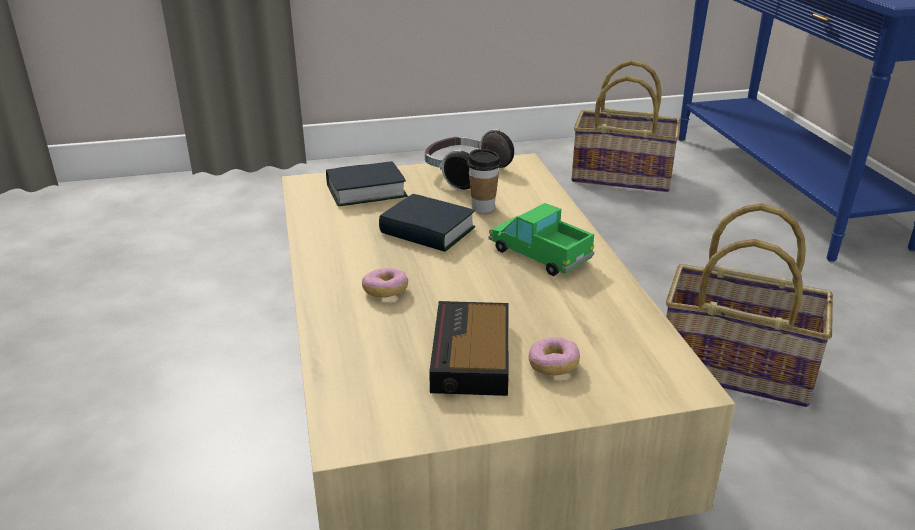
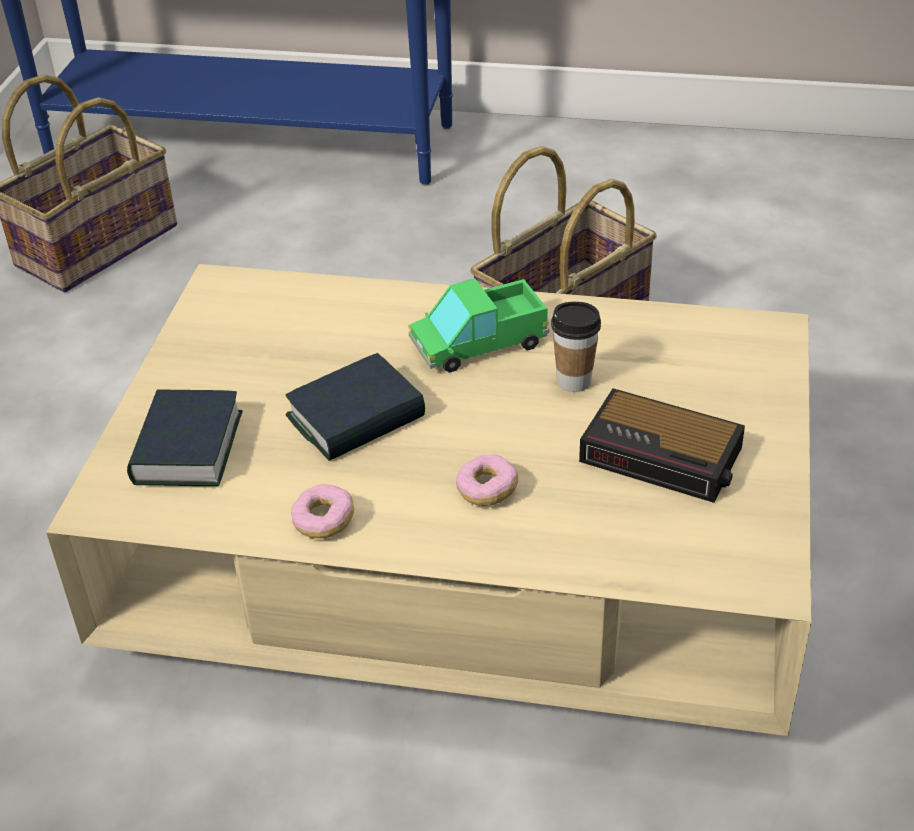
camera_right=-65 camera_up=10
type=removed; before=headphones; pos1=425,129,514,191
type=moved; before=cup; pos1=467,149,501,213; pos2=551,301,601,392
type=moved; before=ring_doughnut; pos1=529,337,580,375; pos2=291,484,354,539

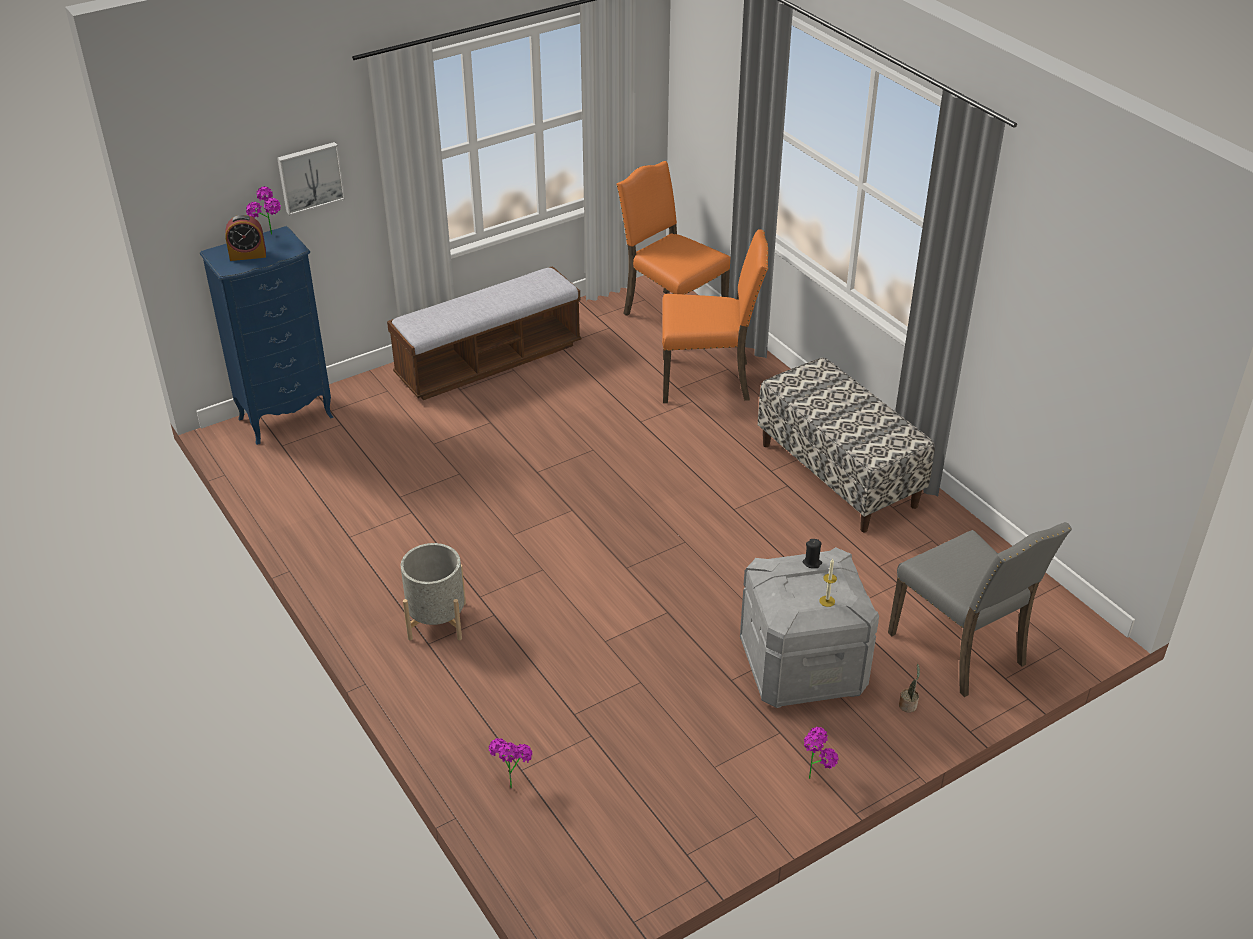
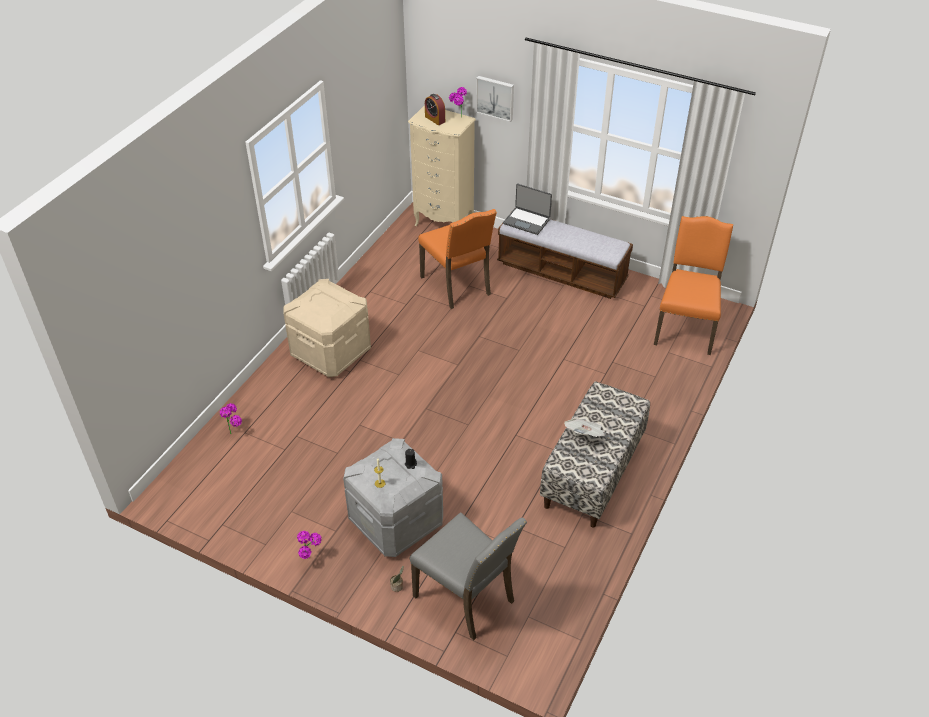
camera_right=60 camera_up=5
type=added; after=notebook_computer; pos2=503,184,552,235
type=added; after=daily_paper; pos2=564,418,605,437
type=moved; before=orange-coloured_chair; pos1=662,229,768,403; pos2=418,209,497,309
type=replaced; before=grey_planter; after=beige_storage_bin; pos1=401,543,466,641; pos2=284,279,371,377
type=recoloured; before=blue-coloured_drawer_chest; after=beige_drawer_chest; pos1=200,226,333,445; pos2=408,105,476,226
type=turned; before=grey_chair; pos1=888,522,1072,697; pos2=410,512,527,640; turn=-75

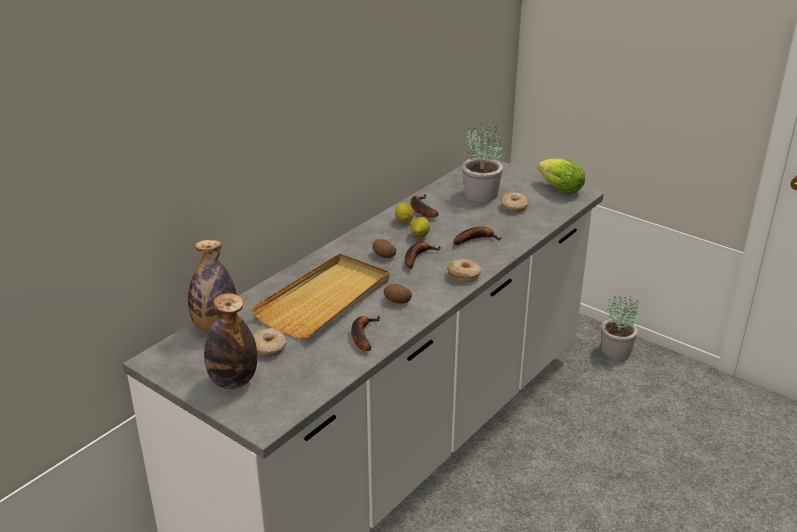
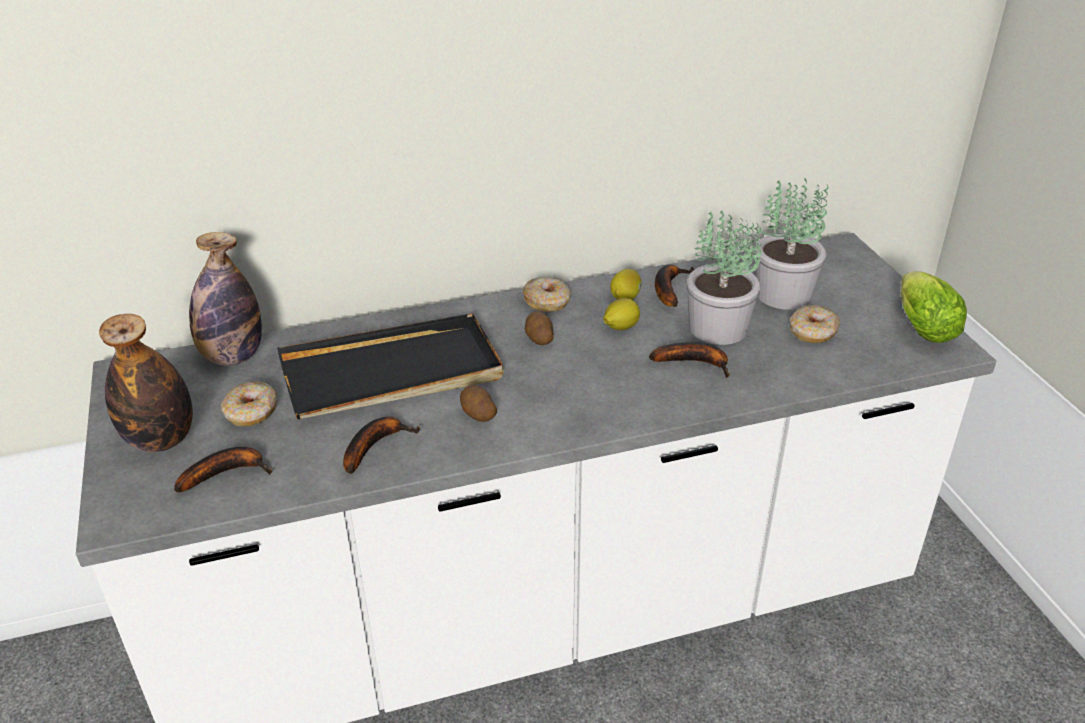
camera_right=35 camera_up=5
type=moved; before=banana; pos1=404,242,440,269; pos2=174,447,272,493
type=moved; before=ring_doughnut; pos1=447,259,482,282; pos2=523,277,571,312
type=moved; before=houseplant; pos1=601,296,638,359; pos2=687,211,762,345
type=recoloured; before=beige_carrying_tray; after=black-coloured_carrying_tray; pos1=250,253,390,339; pos2=277,313,504,420

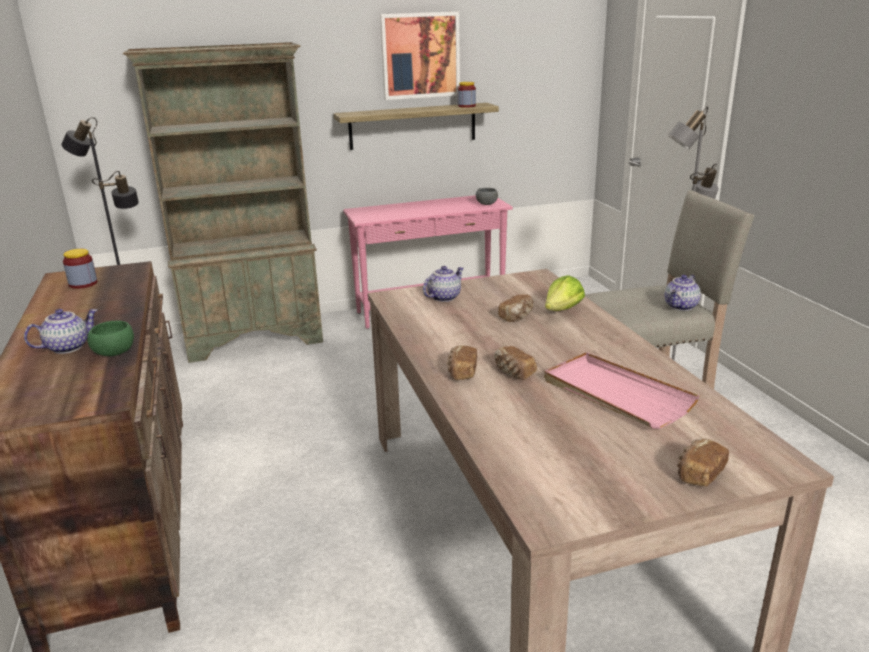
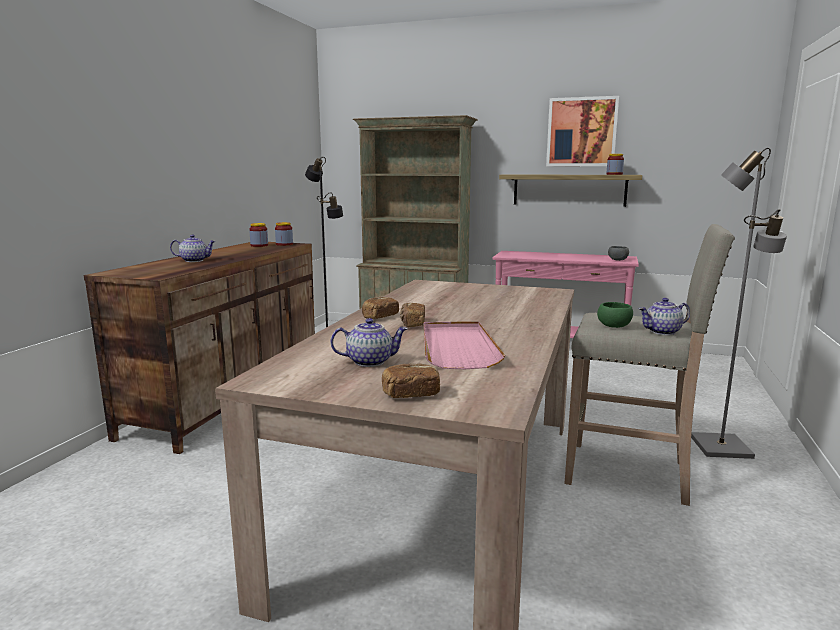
camera_right=35 camera_up=-10
type=removed; before=bakery_bread; pos1=498,295,534,322
type=removed; before=lettuce_head; pos1=545,275,585,311
type=added; after=storage_jar; pos2=275,222,293,246
type=moved; before=greenish_deep_dish; pos1=87,320,134,356; pos2=597,302,633,328
type=moved; before=teapot; pos1=423,266,464,302; pos2=330,318,408,367

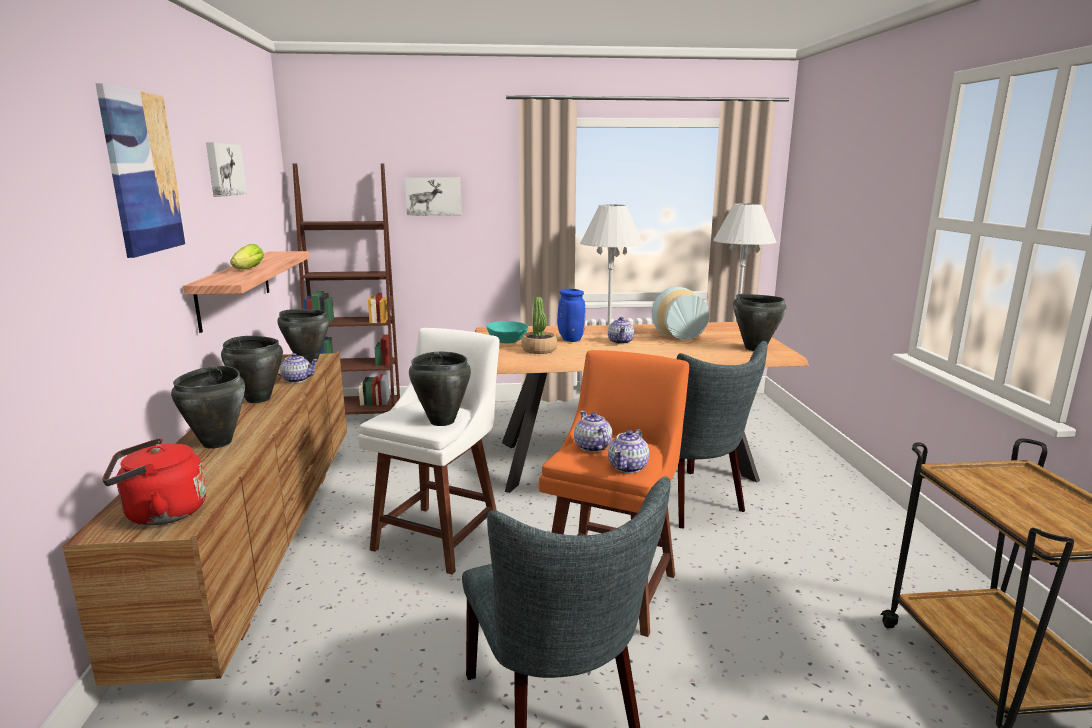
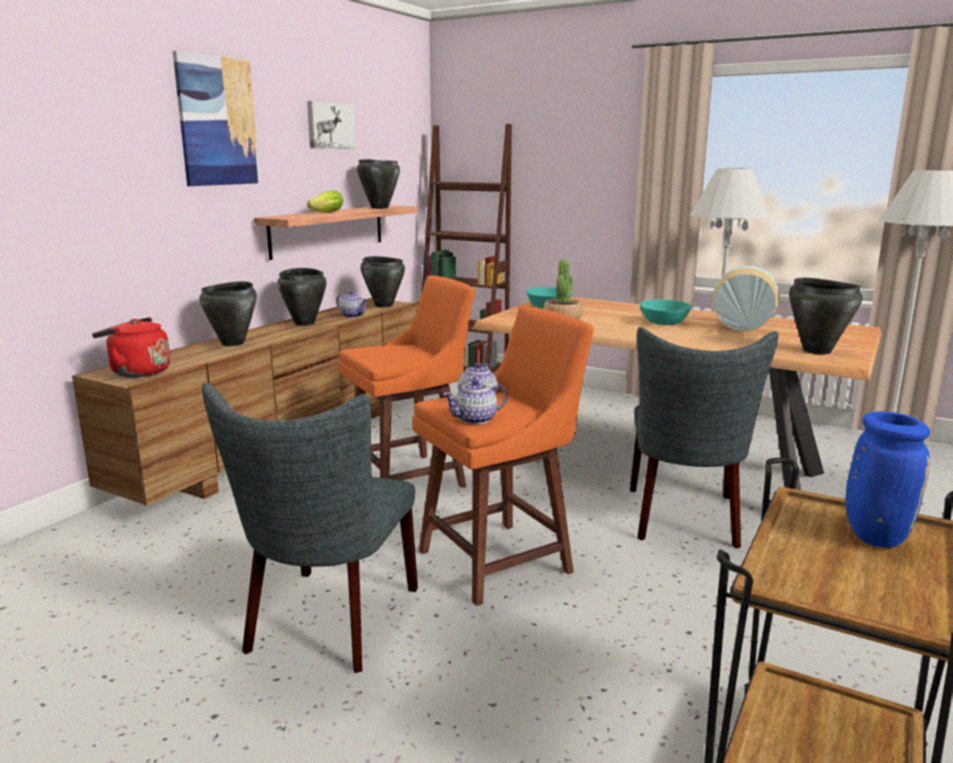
camera_right=35 camera_up=0
type=removed; before=picture; pos1=405,177,462,216
type=moved; before=black-coloured_stockpot; pos1=409,351,471,426; pos2=357,159,400,209
type=moved; before=blue-coloured_vase; pos1=557,289,586,342; pos2=846,411,930,548
type=replaced; before=teapot; after=turquoise_deep_dish; pos1=608,317,634,344; pos2=640,300,691,325
type=recoloured; before=white-coloured_stool_seat; after=orange-coloured_stool_seat; pos1=358,328,500,575; pos2=339,275,475,488

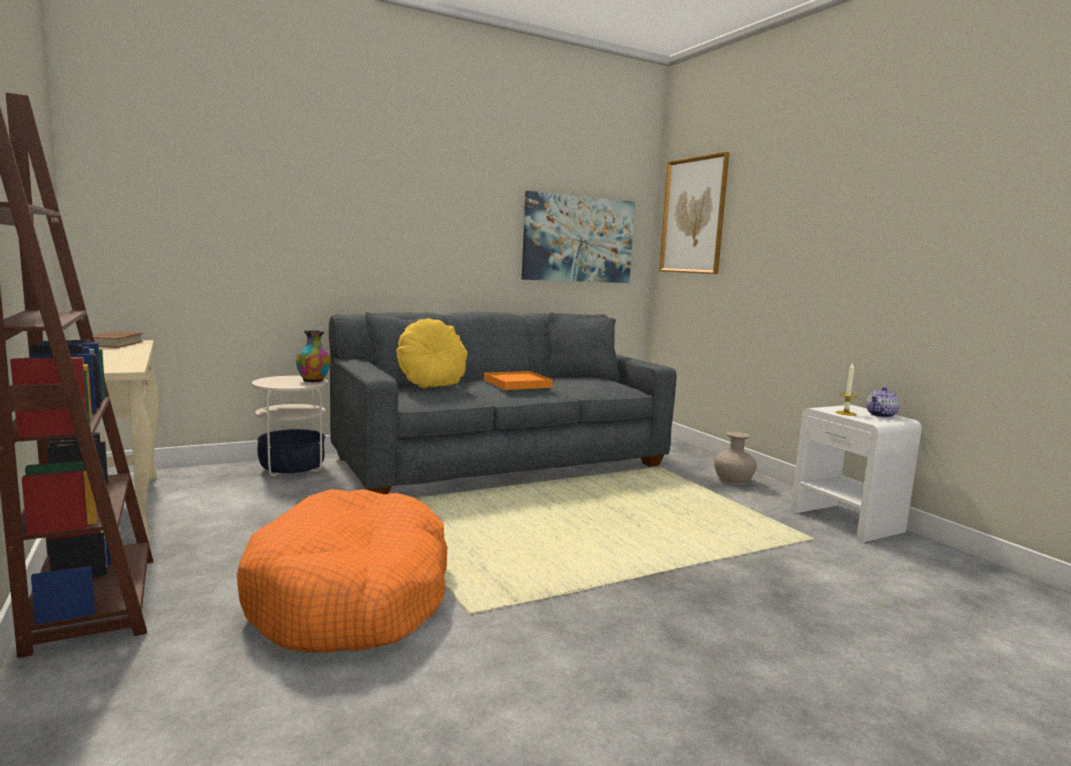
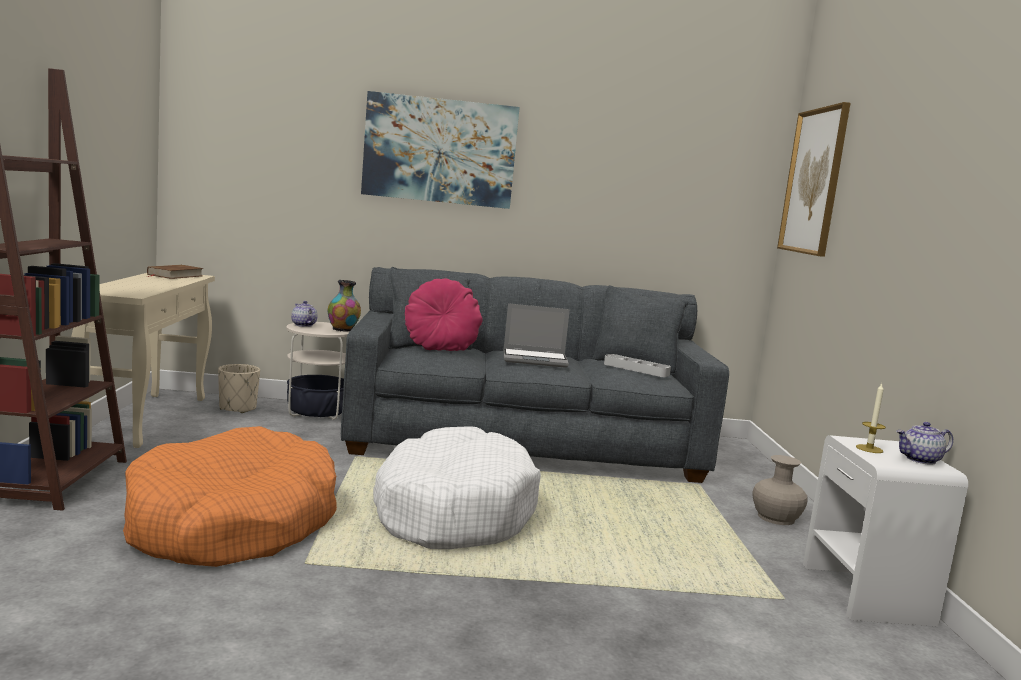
camera_right=25 camera_up=0
type=added; after=beige_planter; pos2=218,364,260,413
type=added; after=teapot; pos2=291,301,318,327
type=added; after=white-coloured_dog_bed; pos2=373,426,541,549
type=added; after=grey_carrying_tray; pos2=604,354,671,377
type=moved; before=picture; pos1=522,191,635,283; pos2=361,91,520,209
type=replaced; before=orange-coloured_carrying_tray; after=notebook_computer; pos1=484,371,553,390; pos2=503,303,570,368
type=recoloured; before=yellow_throw_pillow; after=pink_throw_pillow; pos1=396,319,467,388; pos2=405,279,483,351

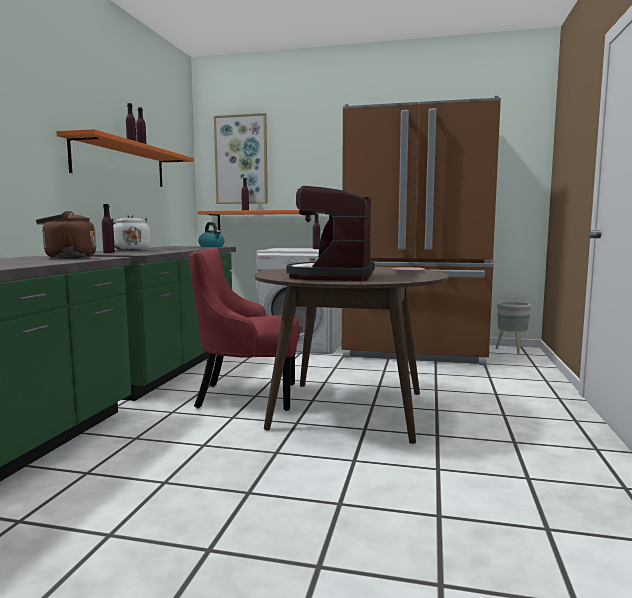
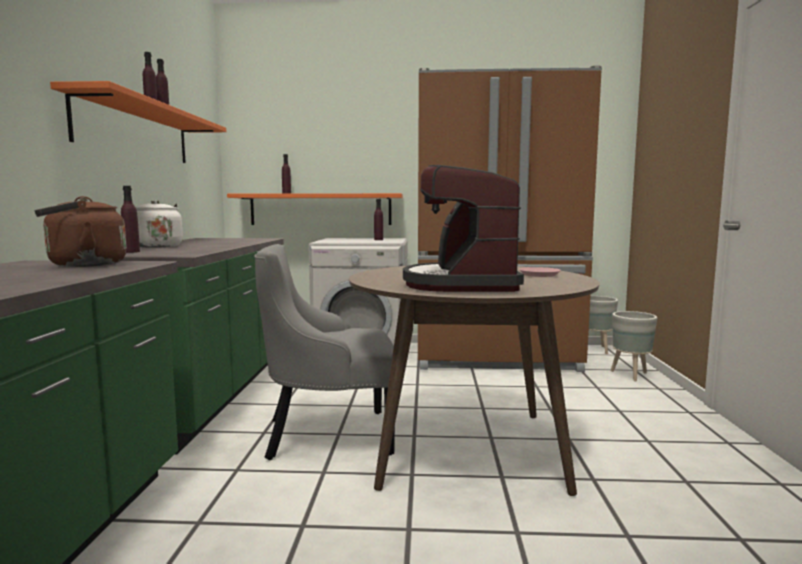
camera_right=-10 camera_up=0
type=removed; before=water_kettle; pos1=198,222,225,247
type=removed; before=picture; pos1=214,113,268,204
type=added; after=grey_planter; pos2=611,311,657,381
type=recoloured; before=reddish_chair; after=grey_chair; pos1=189,248,300,411; pos2=254,244,395,460

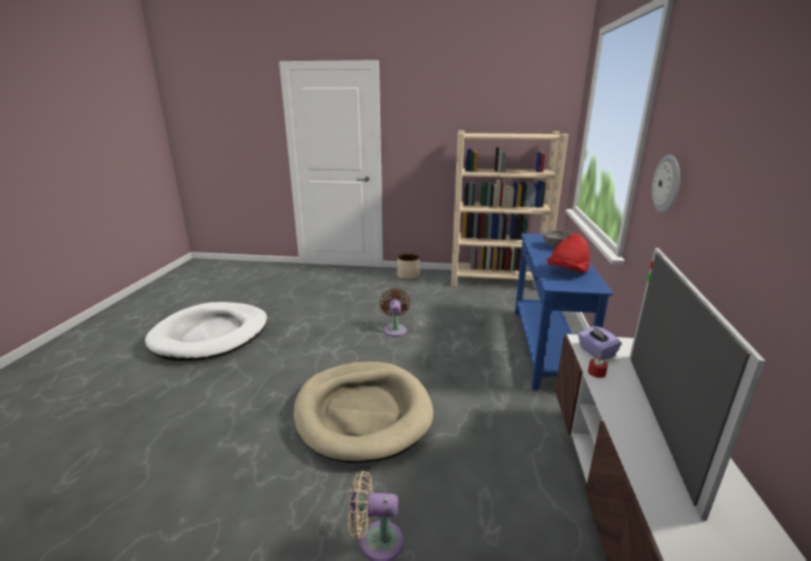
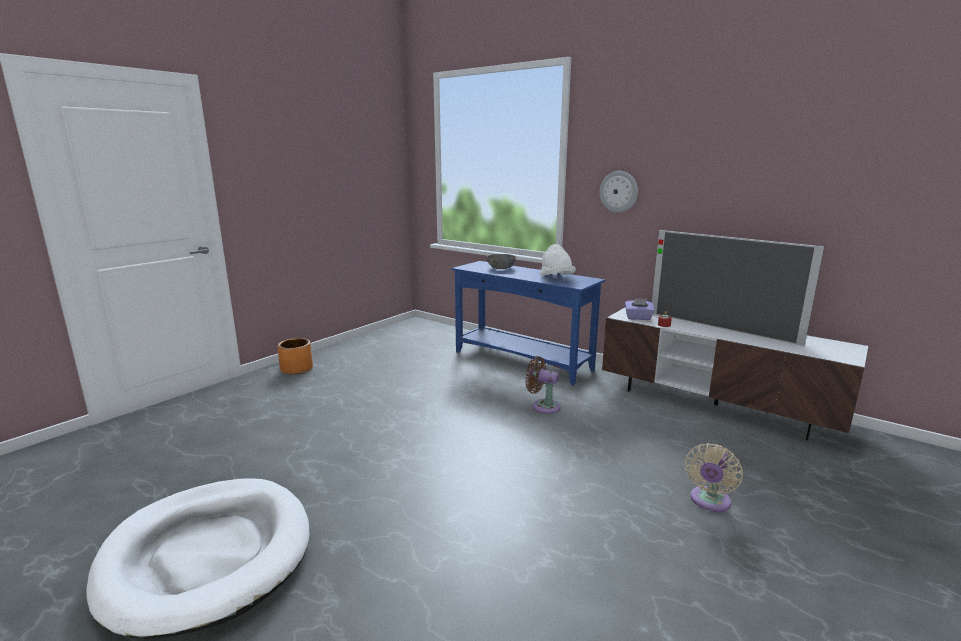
camera_right=-60 camera_up=-5
type=removed; before=beige_dog_bed; pos1=293,362,433,463
type=removed; before=beige_bookcase; pos1=451,130,568,287
type=moved; before=brown_cooling_fan; pos1=380,288,410,337; pos2=525,356,561,414
type=recoloured; before=beige_planter; after=orange-coloured_planter; pos1=397,253,420,280; pos2=277,338,313,374
type=recoloured; before=reddish_wearable_hat; after=white-coloured_wearable_hat; pos1=547,234,590,273; pos2=540,244,576,275

